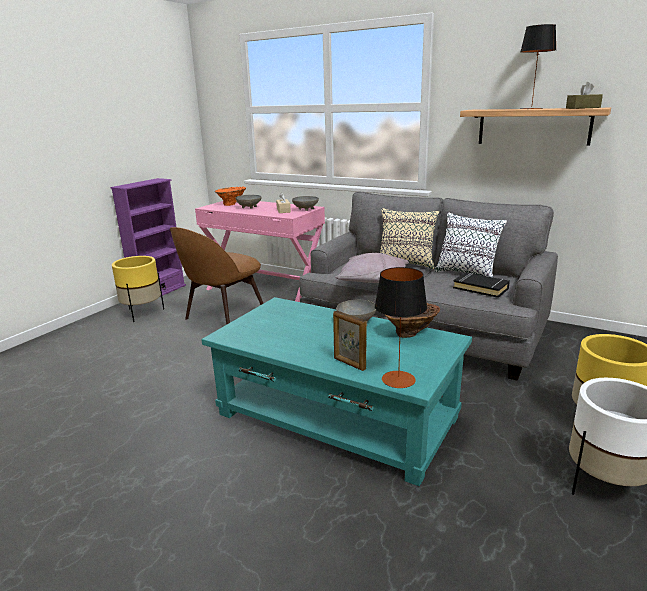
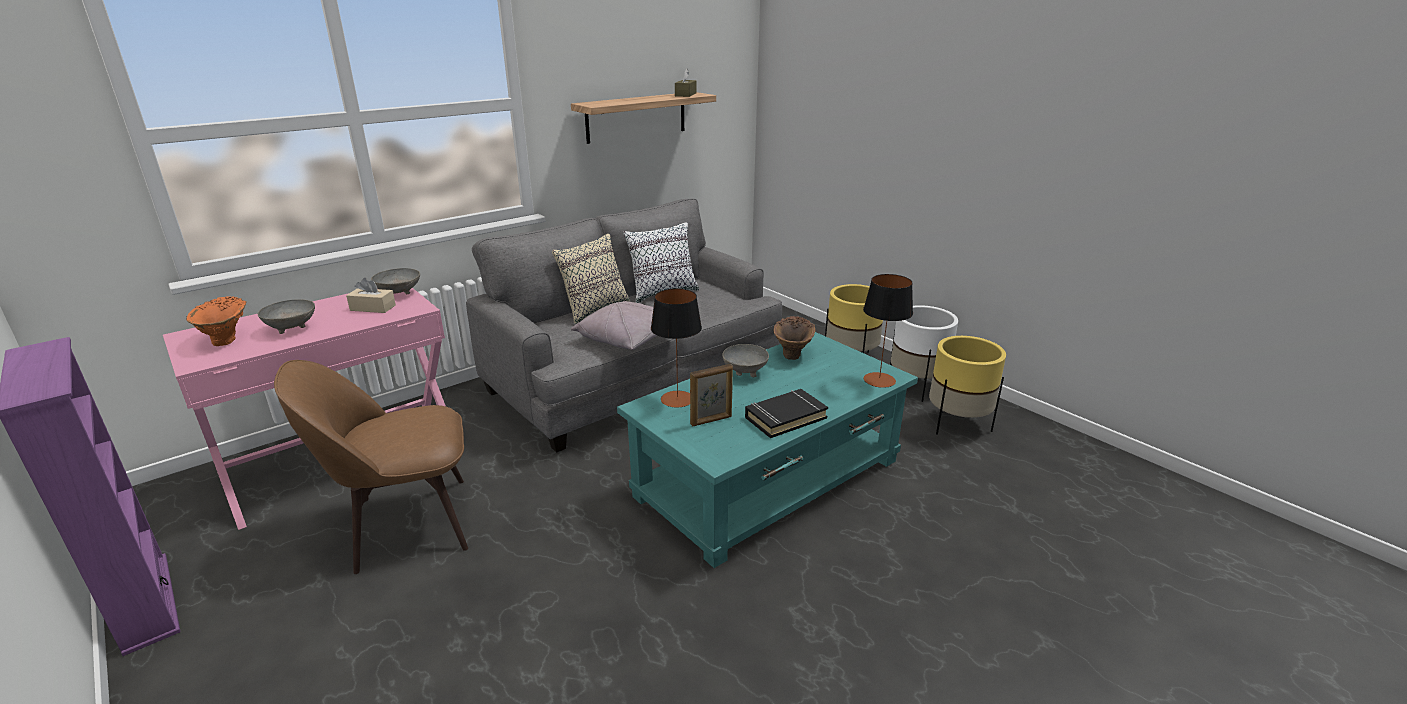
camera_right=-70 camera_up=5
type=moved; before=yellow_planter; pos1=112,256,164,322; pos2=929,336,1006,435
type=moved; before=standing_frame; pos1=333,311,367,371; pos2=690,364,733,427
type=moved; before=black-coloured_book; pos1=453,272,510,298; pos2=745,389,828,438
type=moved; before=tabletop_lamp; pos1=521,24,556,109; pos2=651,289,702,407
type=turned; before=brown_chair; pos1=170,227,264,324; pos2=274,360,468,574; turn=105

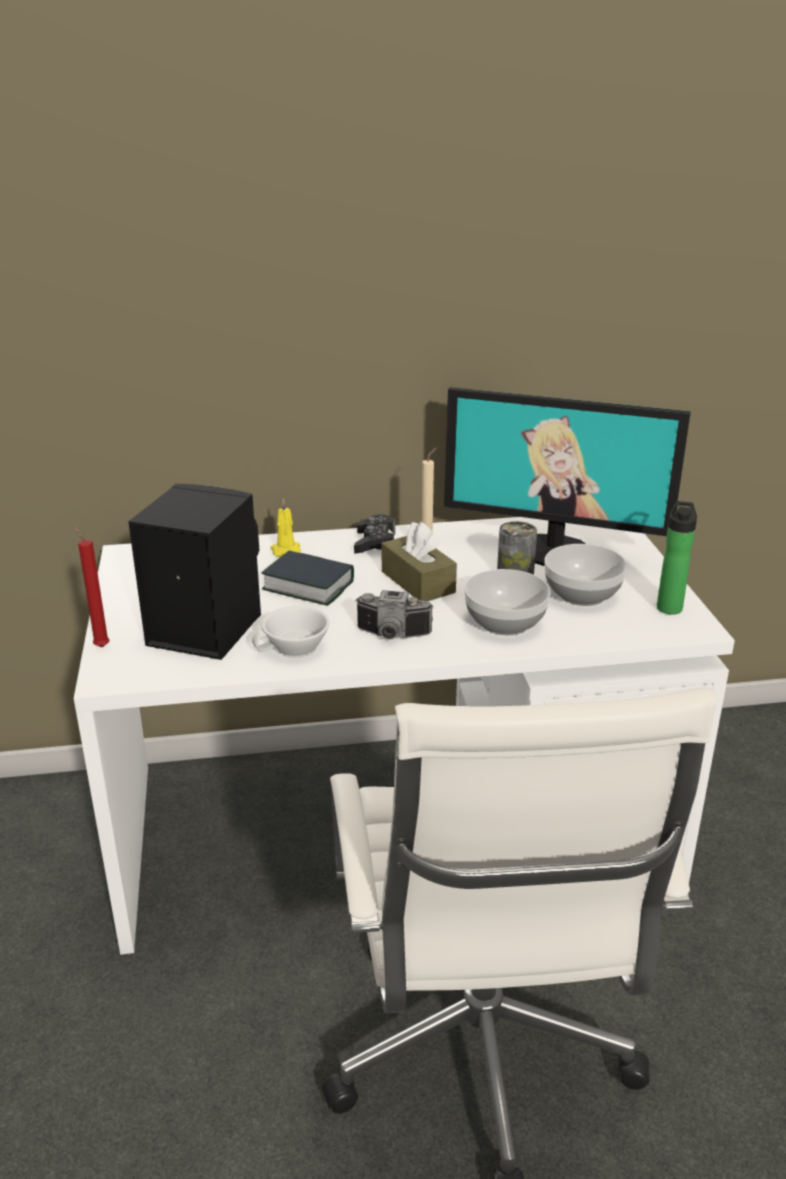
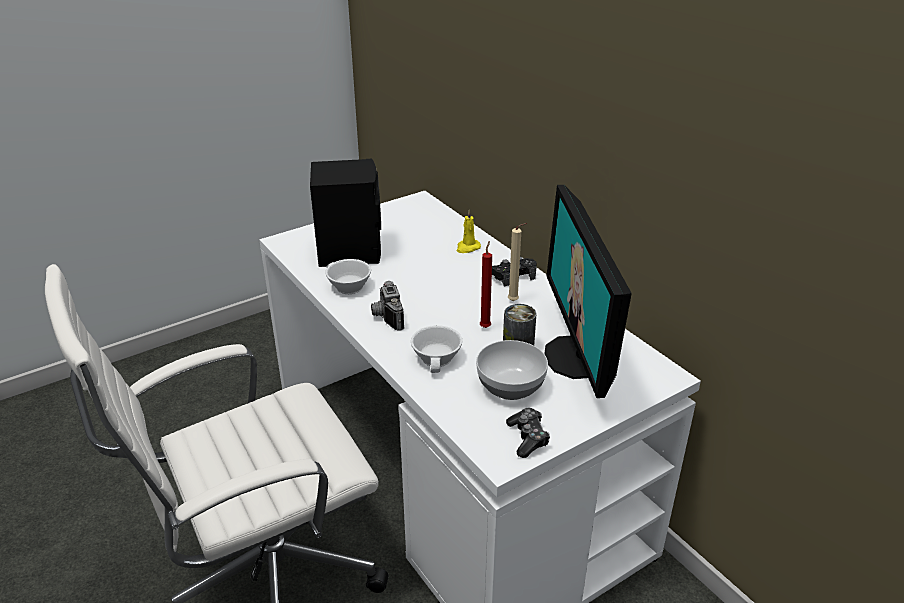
camera_right=65 camera_up=5
type=removed; before=book; pos1=261,551,354,606
type=removed; before=brown_box_of_tissues; pos1=382,522,457,601
type=moved; before=reddish_wax_light; pos1=74,526,110,647; pos2=480,241,492,328
type=replaced; before=deep_dish; after=white-coloured_cup; pos1=464,569,551,635; pos2=411,325,462,373
type=replaced; before=drink_bottle; after=joypad; pos1=657,501,697,615; pos2=506,408,550,458

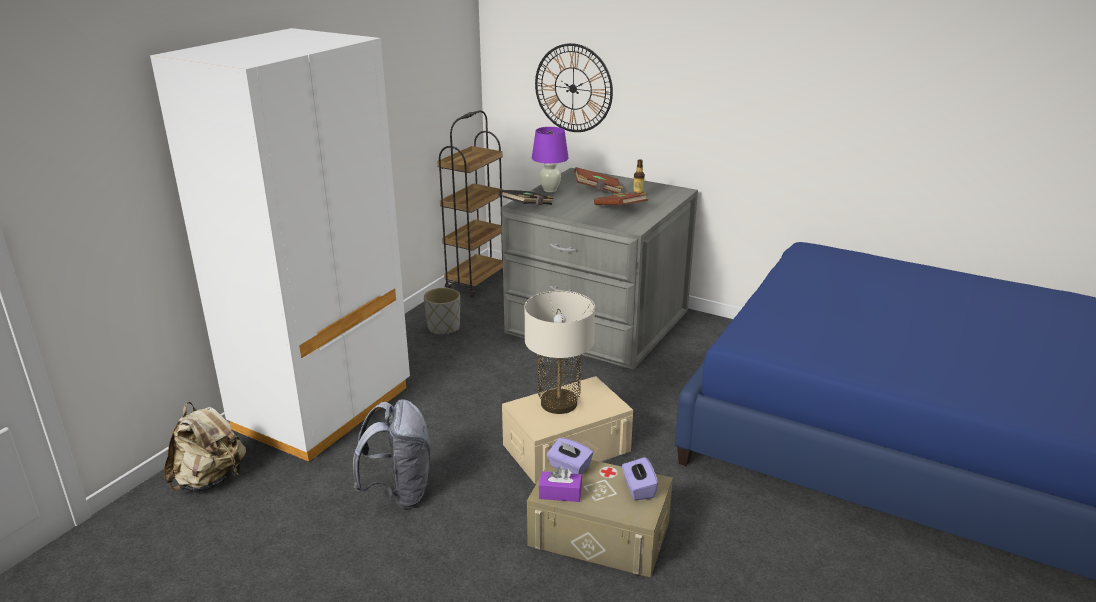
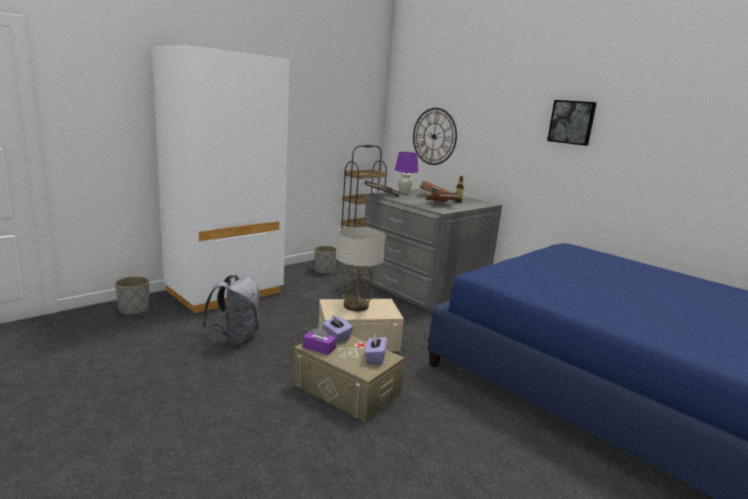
camera_right=15 camera_up=-10
type=added; after=picture; pos2=547,100,597,146
type=replaced; before=beige_knapsack; after=grey_planter; pos1=163,402,246,491; pos2=115,276,149,316

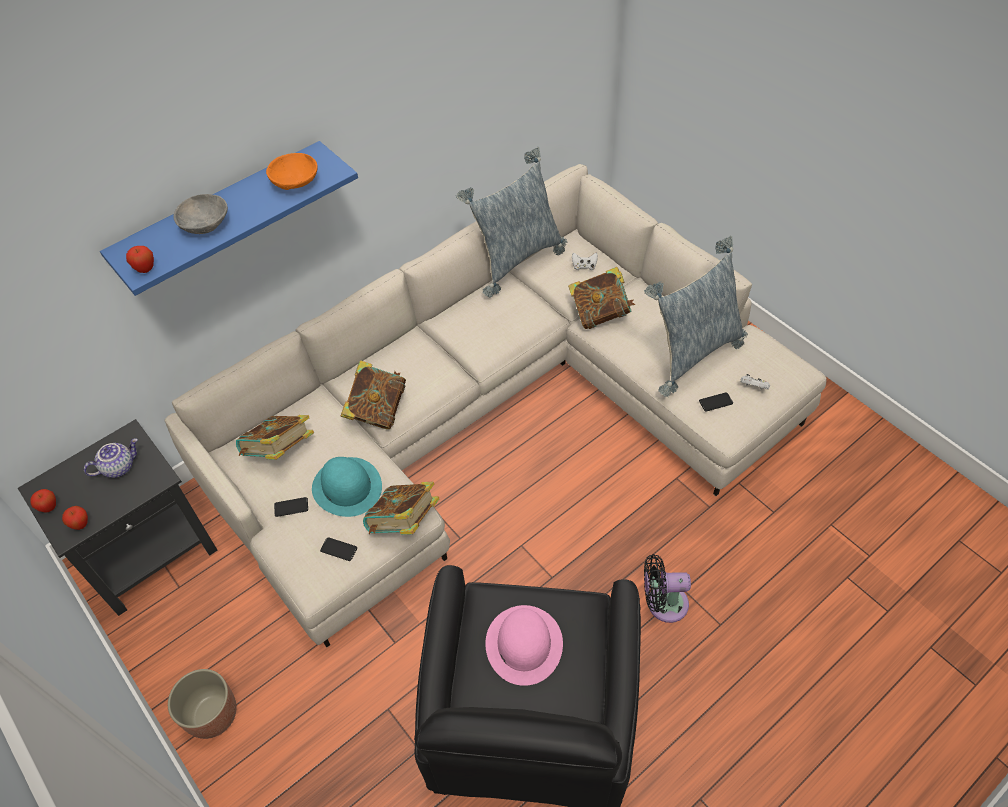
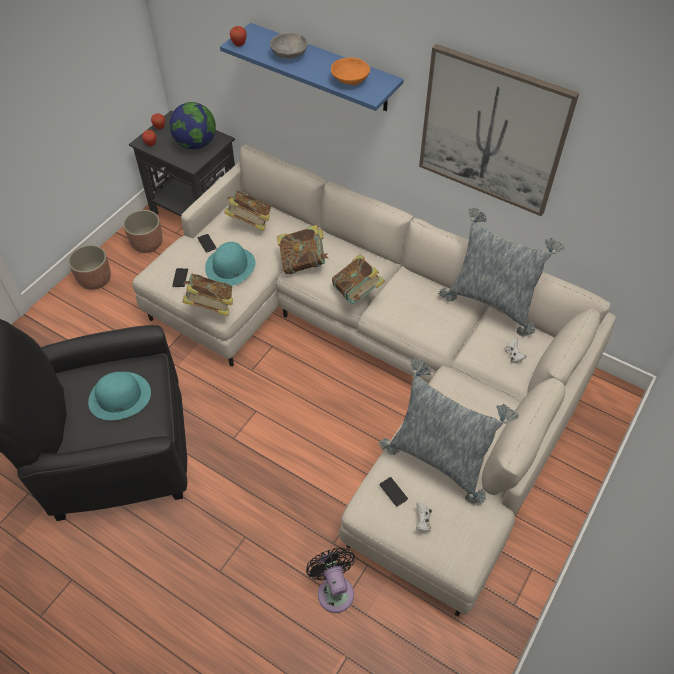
camera_right=70 camera_up=0
type=added; after=planter; pos2=123,210,163,253
type=added; after=picture; pos2=419,44,579,216
type=moved; before=book; pos1=568,267,635,329; pos2=332,254,385,304
type=moved; before=black-coloured_cooling_fan; pos1=644,554,691,623; pos2=306,548,355,613
type=replaced; before=teapot; after=world_globe; pos1=84,438,138,478; pos2=169,102,216,149
type=recoloured; before=pink_wearable_hat; after=turquoise_wearable_hat; pos1=485,605,563,686; pos2=88,372,151,420

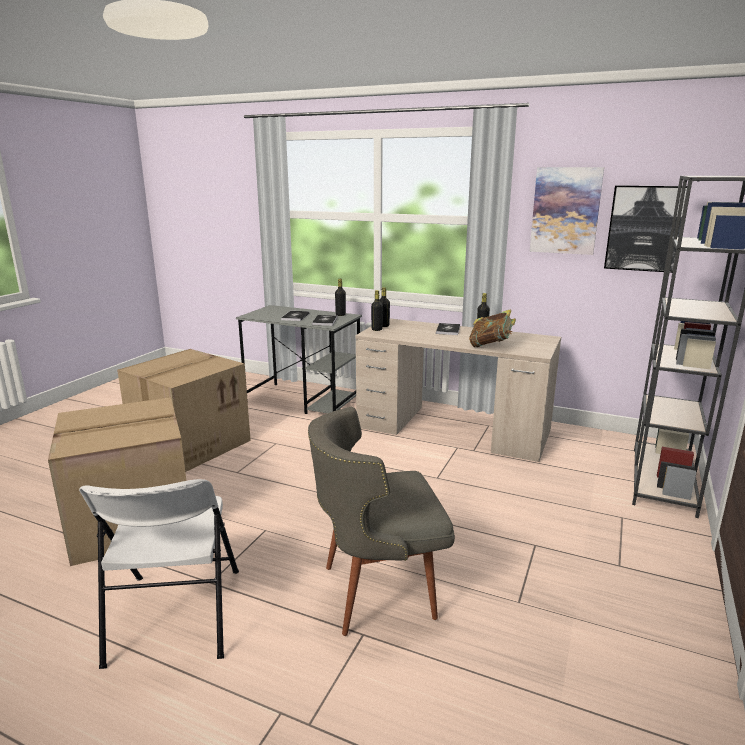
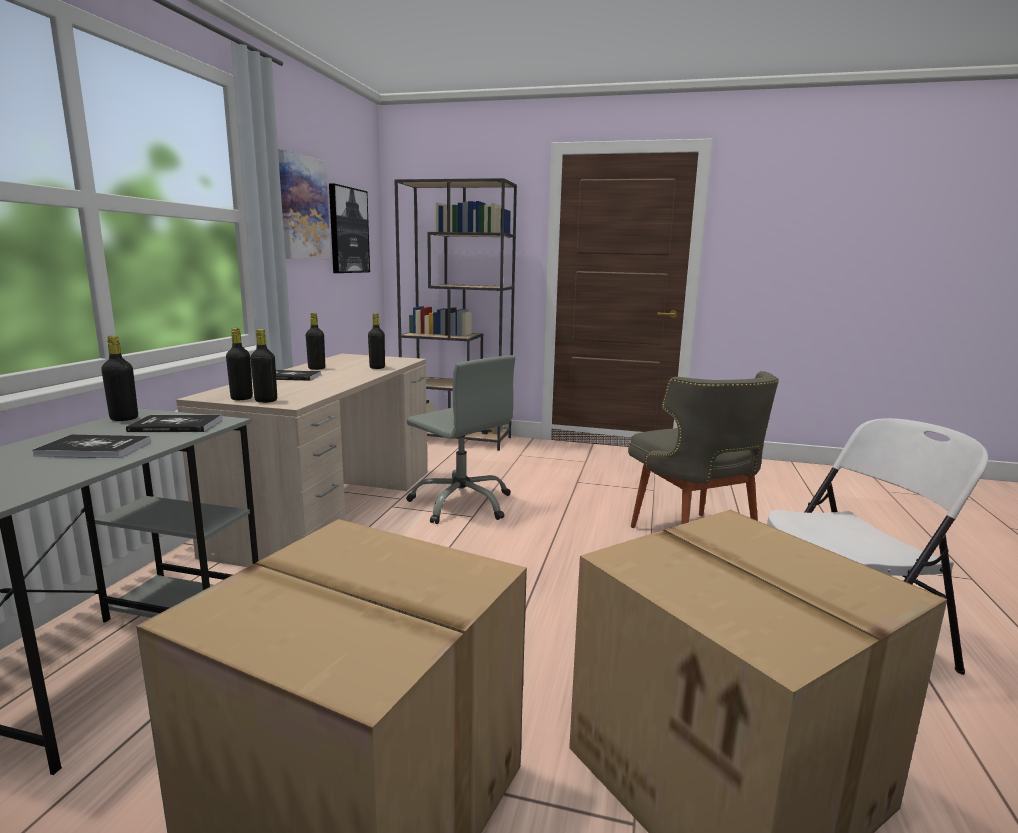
camera_right=-100 camera_up=-5
type=added; after=grey_desk_chair; pos2=406,355,516,524
type=replaced; before=book; after=black-coloured_drink_bottle; pos1=469,309,516,347; pos2=368,313,385,369

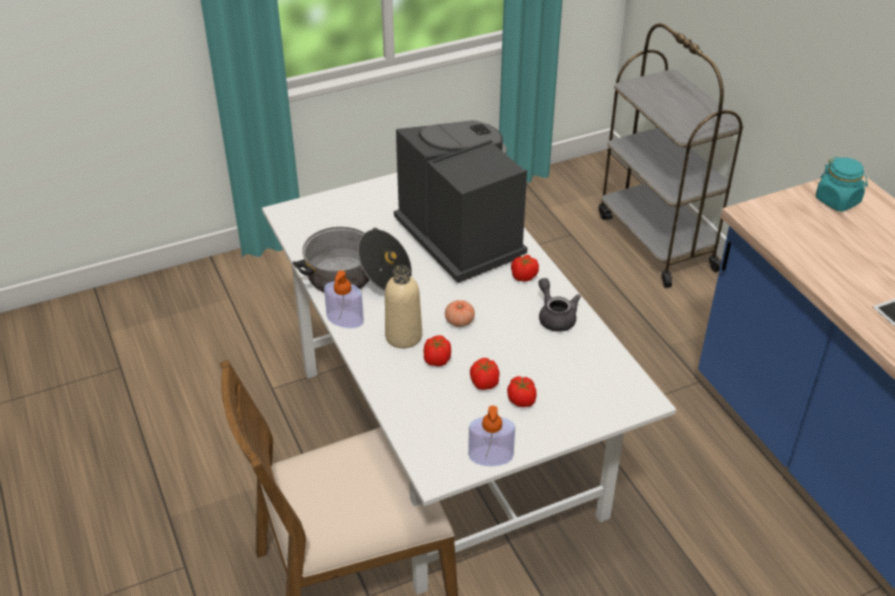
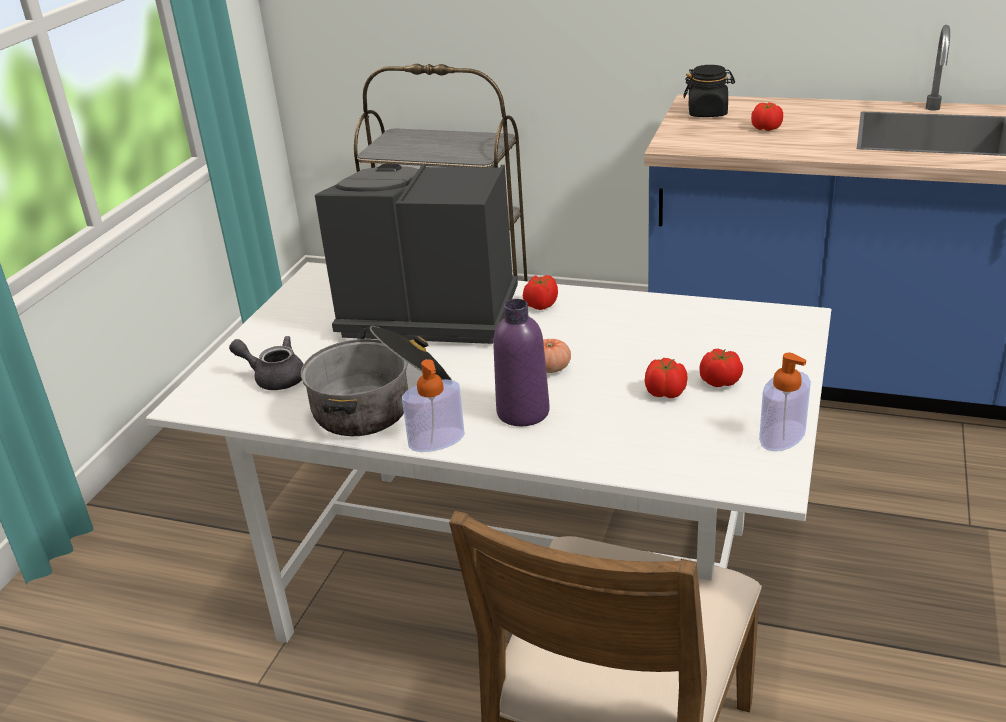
camera_right=-45 camera_up=-10
type=moved; before=fresh_tomato; pos1=423,335,451,367; pos2=751,102,783,131
type=moved; before=grey_teapot; pos1=538,278,581,332; pos2=229,336,304,390
type=recoloured; before=beige_drink_bottle; after=purplish_drink_bottle; pos1=385,265,422,348; pos2=493,299,550,426
type=recoloured; before=turquoise_storage_jar; after=black-coloured_storage_jar; pos1=816,157,868,212; pos2=683,65,735,117

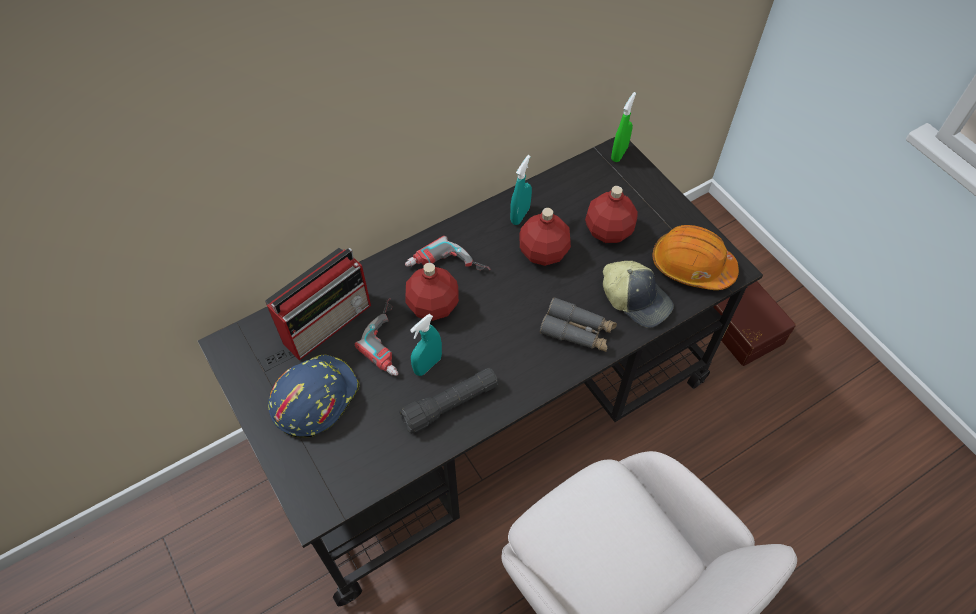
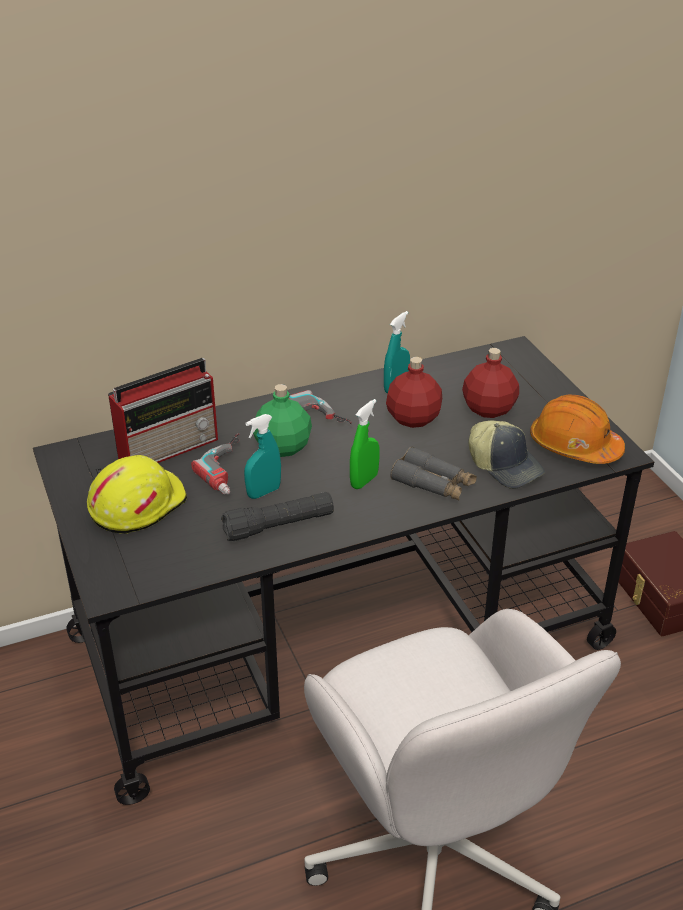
camera_right=10 camera_up=-20
type=moved; before=greenish_sprayer; pos1=611,92,636,162; pos2=350,399,380,489
type=recoloured; before=blue-coloured_work_helmet; after=yellow_work_helmet; pos1=268,354,359,438; pos2=87,455,187,534
type=recoloured; before=reddish_drink_bottle; after=greenish_drink_bottle; pos1=405,263,459,321; pos2=253,384,312,457

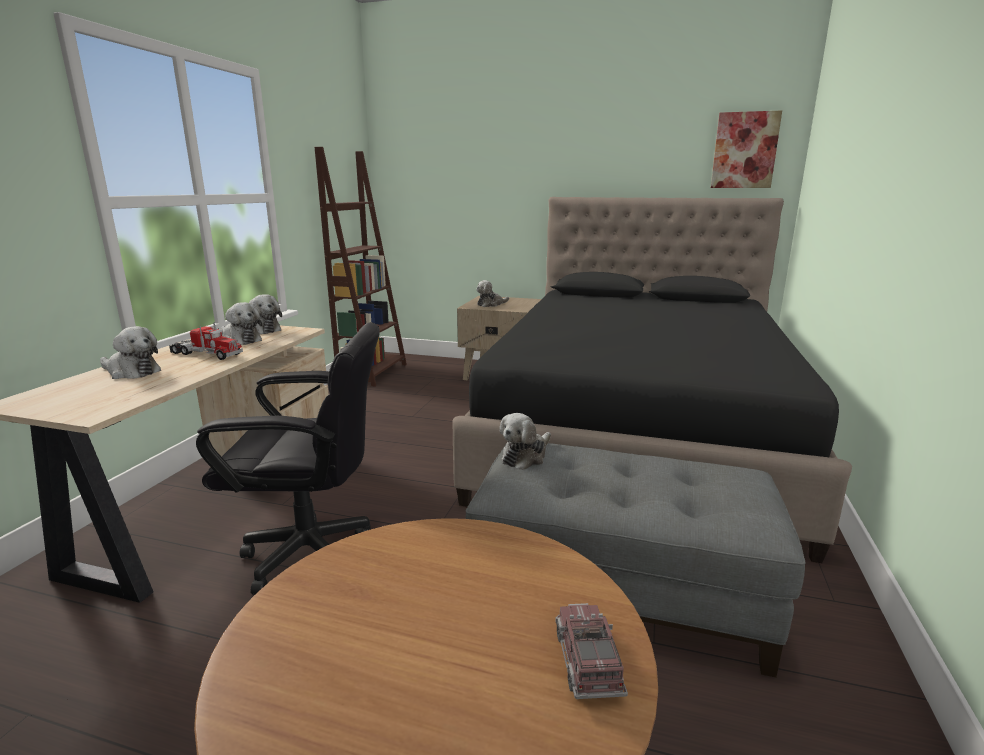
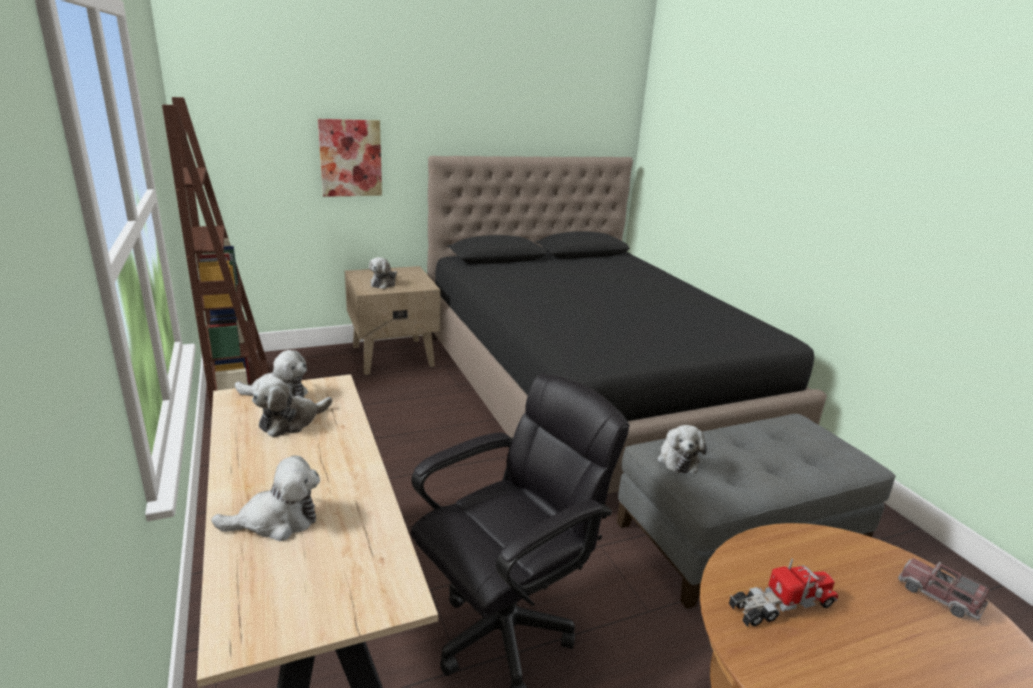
camera_right=-40 camera_up=5
type=moved; before=model_truck; pos1=169,322,243,360; pos2=729,559,838,627
type=moved; before=picture; pos1=711,111,782,188; pos2=318,119,382,197
type=turned; before=cuddly_toy; pos1=221,302,262,345; pos2=252,377,332,437; turn=135

